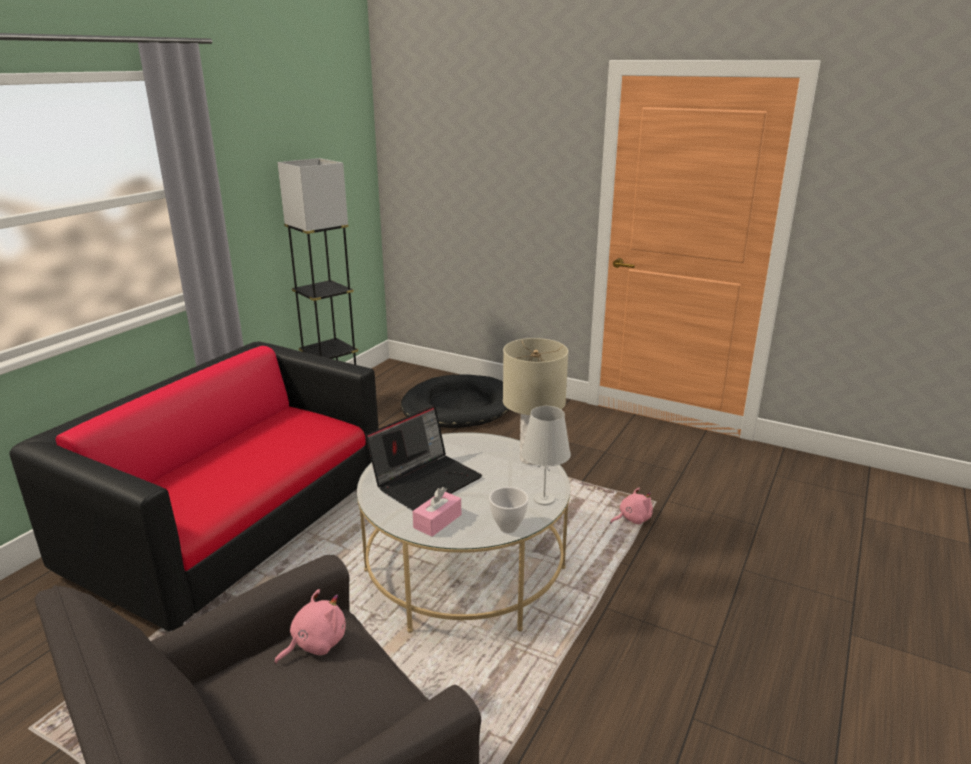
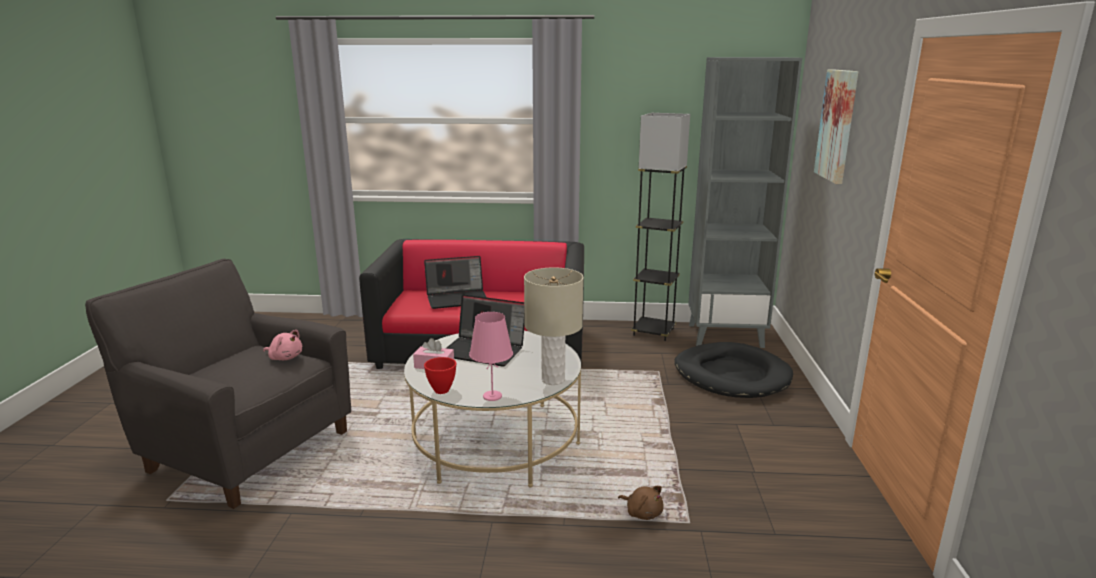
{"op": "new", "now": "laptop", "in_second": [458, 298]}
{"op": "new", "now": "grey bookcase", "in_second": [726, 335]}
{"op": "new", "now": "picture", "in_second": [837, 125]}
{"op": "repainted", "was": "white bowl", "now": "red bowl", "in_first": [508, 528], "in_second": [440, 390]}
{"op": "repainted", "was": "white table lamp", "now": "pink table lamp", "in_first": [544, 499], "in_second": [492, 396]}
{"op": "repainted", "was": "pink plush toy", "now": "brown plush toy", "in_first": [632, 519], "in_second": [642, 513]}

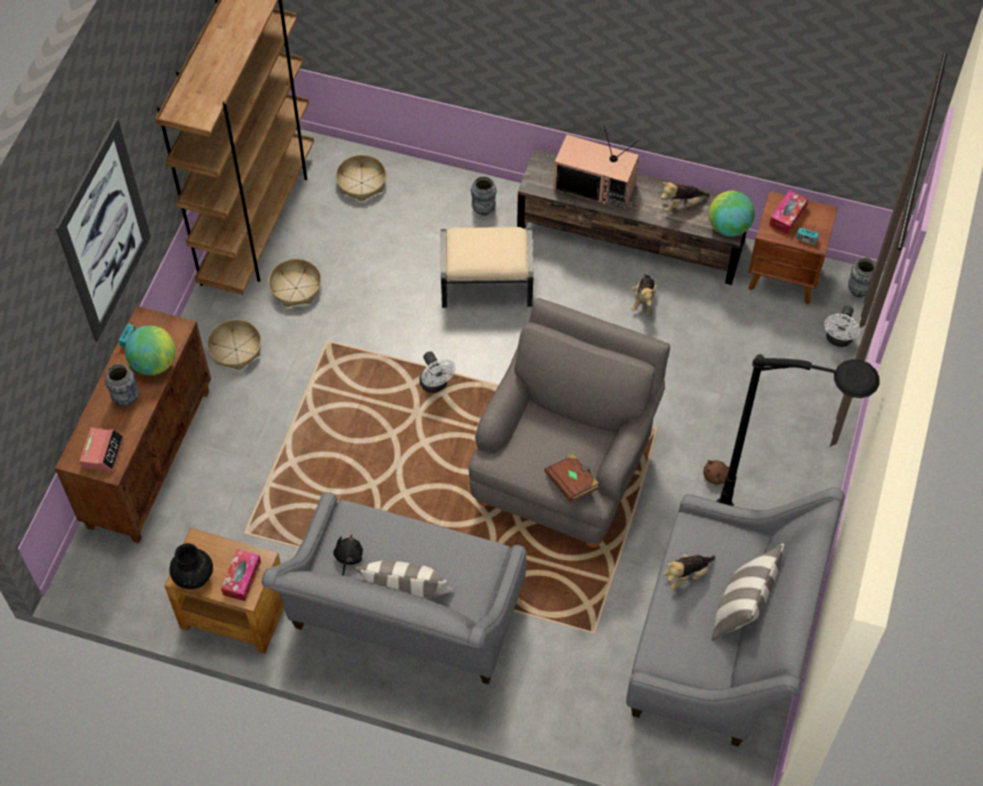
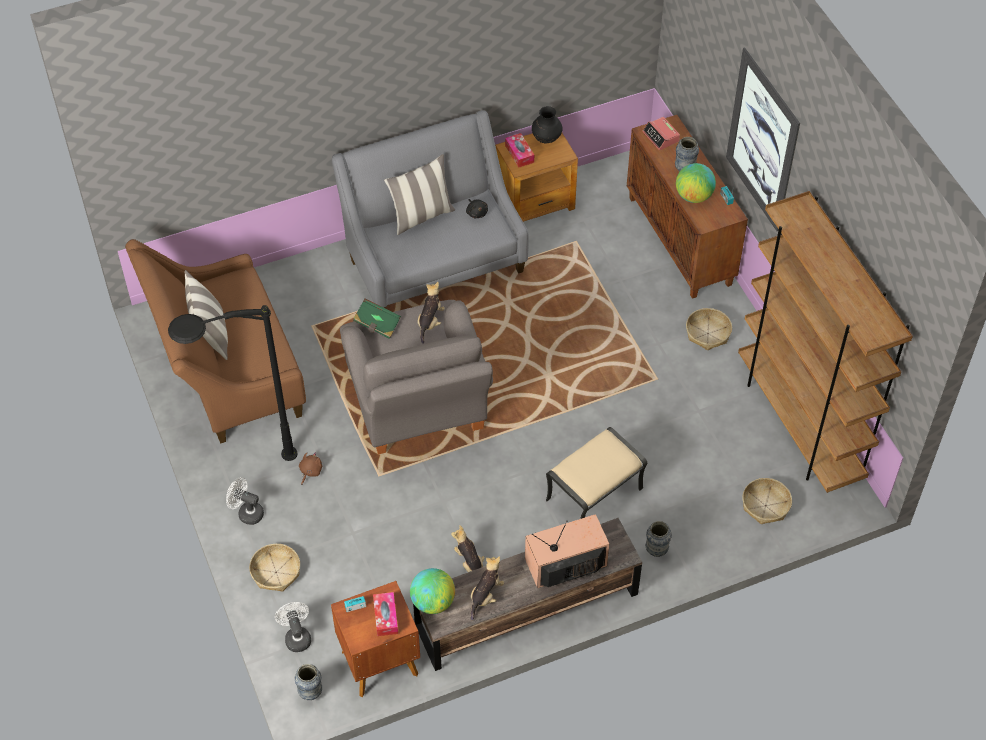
{"op": "shifted", "was": "basket", "in_first": [296, 288], "in_second": [276, 572]}
{"op": "shifted", "was": "white fan", "in_first": [435, 385], "in_second": [247, 513]}
{"op": "shifted", "was": "plush toy", "in_first": [687, 575], "in_second": [430, 322]}
{"op": "repainted", "was": "brown book", "now": "green book", "in_first": [572, 483], "in_second": [377, 324]}
{"op": "repainted", "was": "grey sofa", "now": "brown sofa", "in_first": [722, 642], "in_second": [226, 372]}

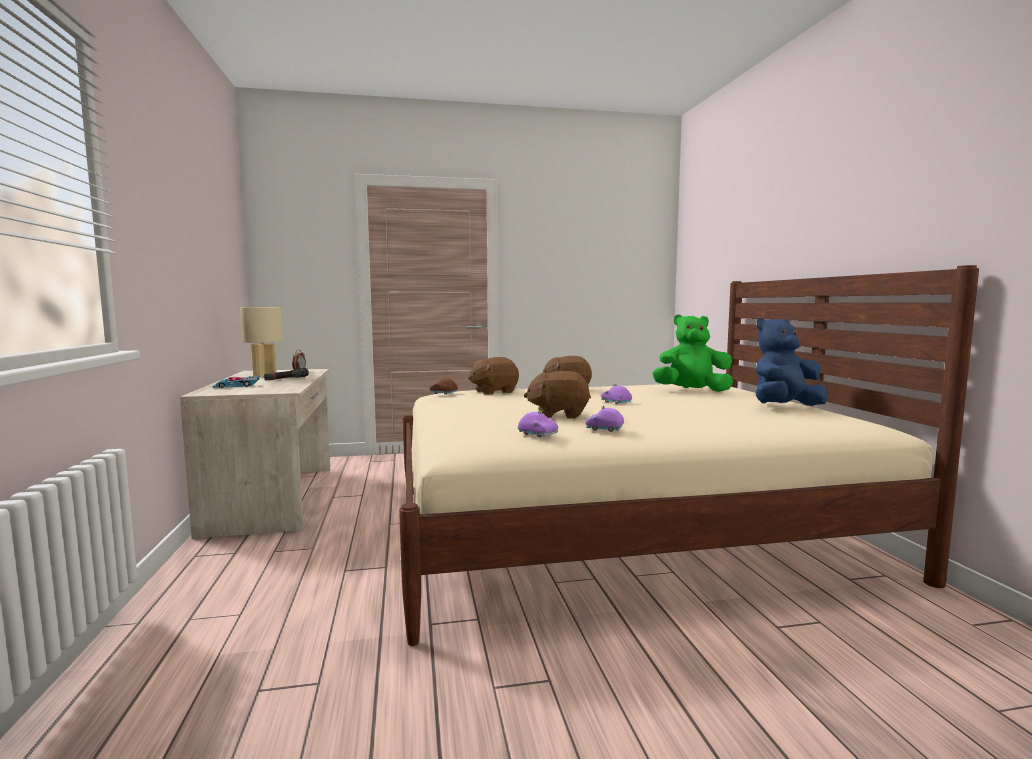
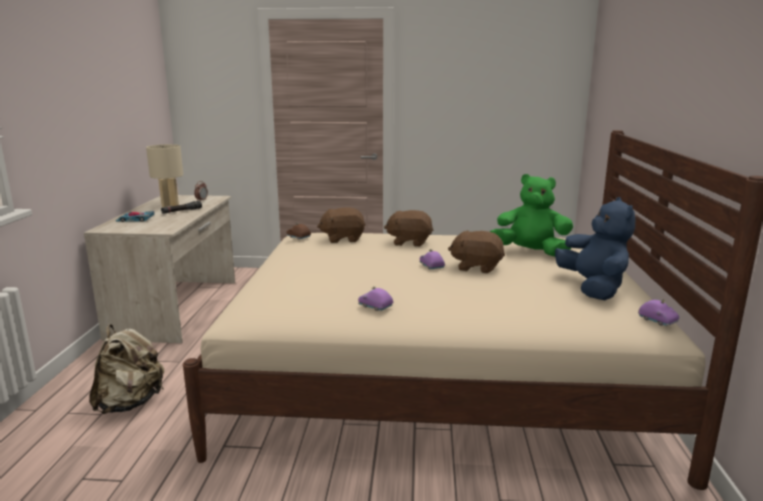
{"op": "new", "now": "beige backpack", "in_second": [130, 403]}
{"op": "shifted", "was": "purple toy car", "in_first": [538, 434], "in_second": [657, 320]}
{"op": "shifted", "was": "brown plush toy", "in_first": [558, 415], "in_second": [476, 267]}
{"op": "rotated", "was": "blue plush toy", "in_first": [784, 407], "in_second": [593, 288], "clockwise": 90}

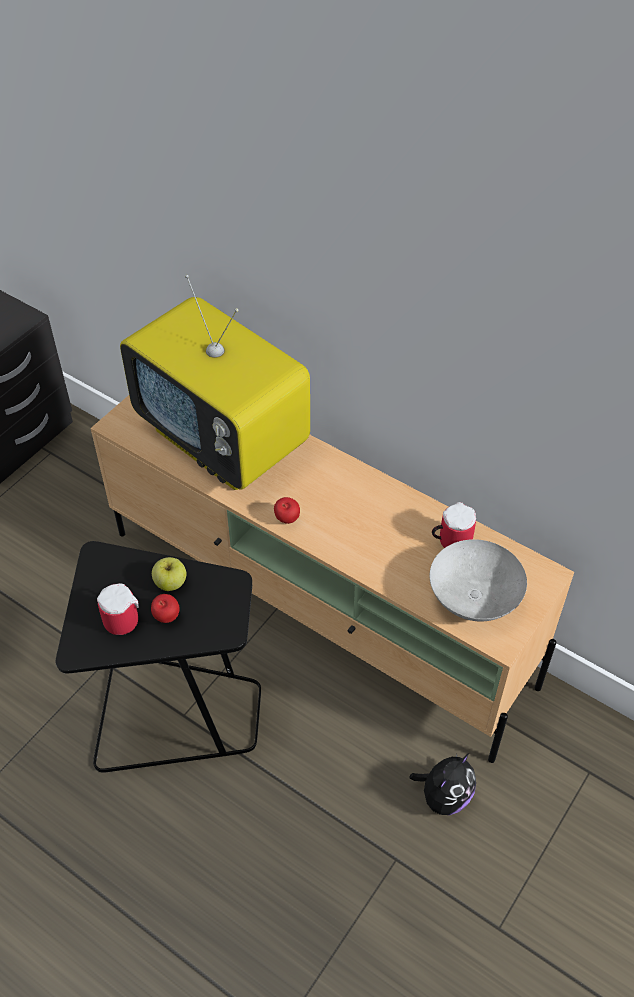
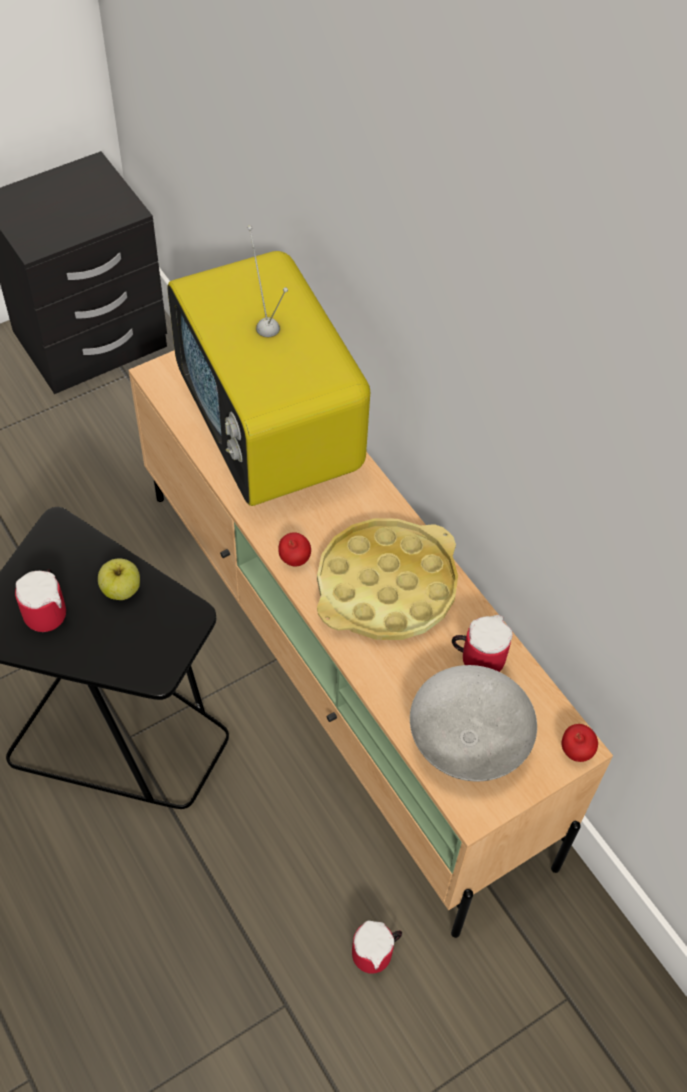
{"op": "new", "now": "yellow tray", "in_second": [386, 586]}
{"op": "shifted", "was": "apple", "in_first": [166, 617], "in_second": [575, 752]}
{"op": "swapped", "was": "plush toy", "now": "mug", "in_first": [444, 796], "in_second": [377, 953]}

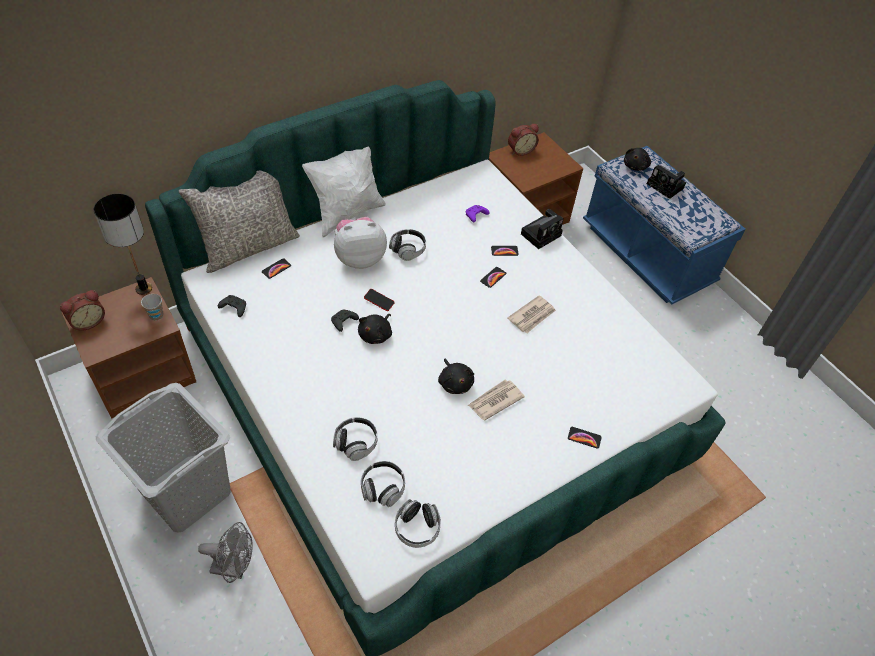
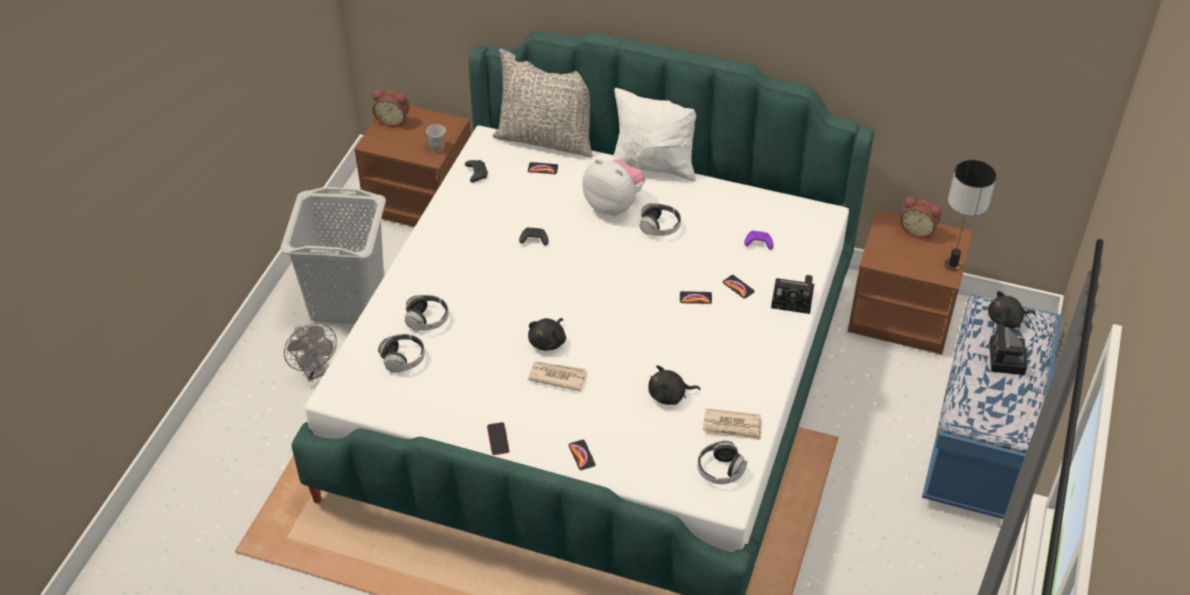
{"op": "shifted", "was": "table lamp", "in_first": [143, 289], "in_second": [952, 265]}
{"op": "shifted", "was": "black plush toy", "in_first": [376, 334], "in_second": [669, 395]}
{"op": "shifted", "was": "phone", "in_first": [379, 301], "in_second": [498, 440]}
{"op": "shifted", "was": "headphones", "in_first": [417, 528], "in_second": [720, 470]}
{"op": "shifted", "was": "newspaper", "in_first": [532, 316], "in_second": [732, 427]}

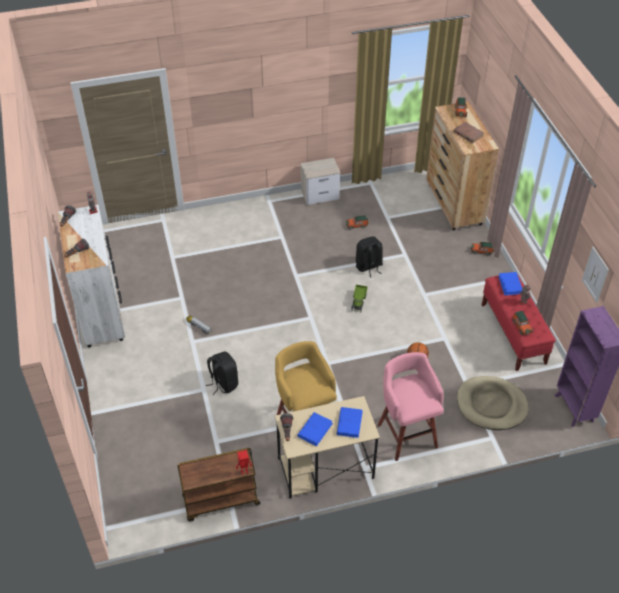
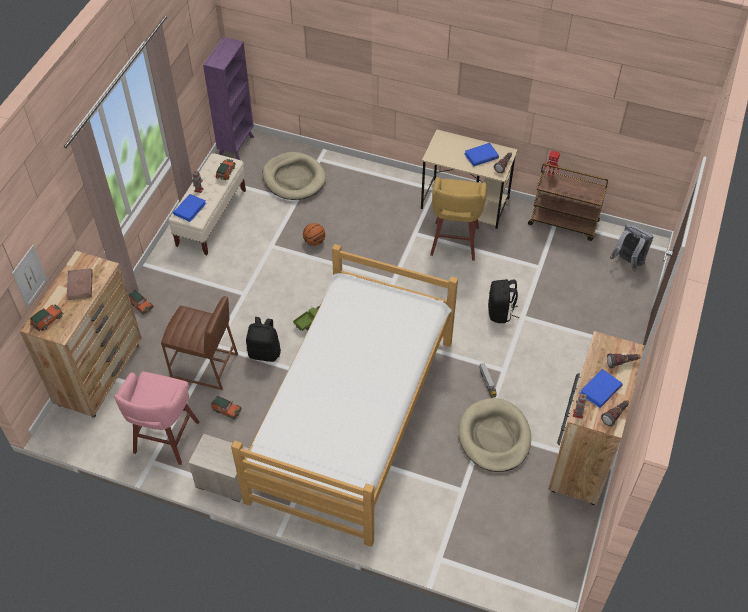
{"op": "new", "now": "brown stool", "in_second": [204, 366]}
{"op": "new", "now": "bed", "in_second": [352, 418]}
{"op": "new", "now": "beige dog bed", "in_second": [494, 437]}
{"op": "new", "now": "grey backpack", "in_second": [628, 262]}
{"op": "shifted", "was": "blue book", "in_first": [349, 423], "in_second": [600, 390]}
{"op": "shifted", "was": "pink stool", "in_first": [406, 434], "in_second": [165, 439]}
{"op": "shifted", "was": "picture", "in_first": [595, 274], "in_second": [29, 276]}
{"op": "repainted", "was": "white dresser", "now": "brown dresser", "in_first": [101, 314], "in_second": [582, 457]}
{"op": "repainted", "was": "red bench", "now": "beige bench", "in_first": [513, 334], "in_second": [211, 218]}

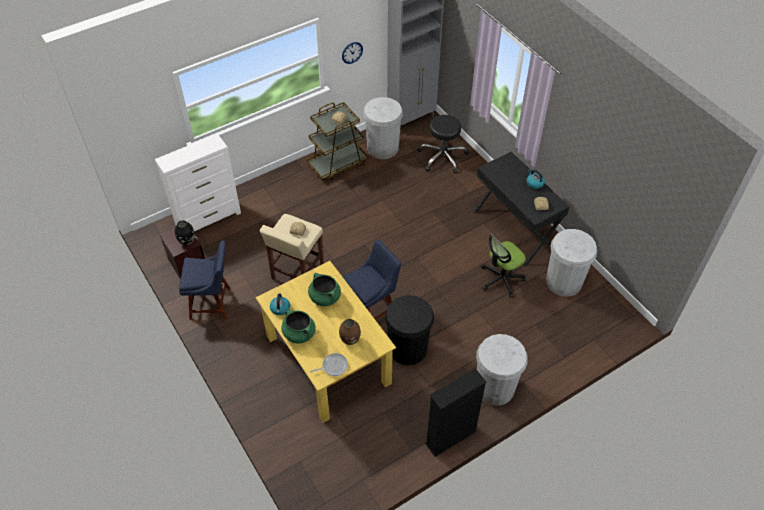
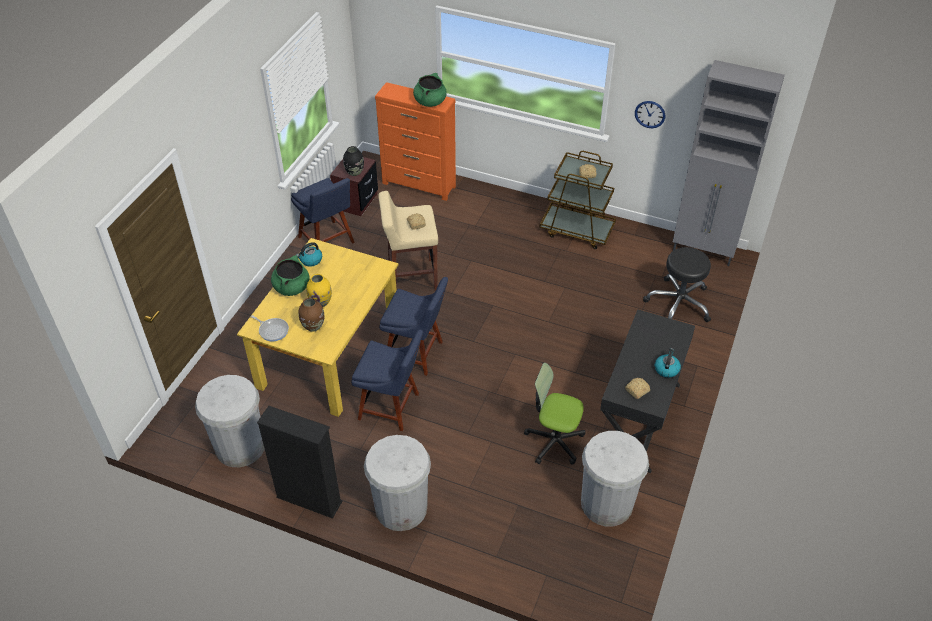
{"op": "new", "now": "yellow vase", "in_second": [321, 302]}
{"op": "shifted", "was": "green cooking pot", "in_first": [324, 297], "in_second": [430, 102]}
{"op": "shifted", "was": "white trash can", "in_first": [382, 148], "in_second": [240, 446]}
{"op": "swapped", "was": "black trash can", "now": "blue chair", "in_first": [408, 348], "in_second": [392, 407]}
{"op": "repainted", "was": "white dresser", "now": "orange dresser", "in_first": [209, 219], "in_second": [419, 185]}

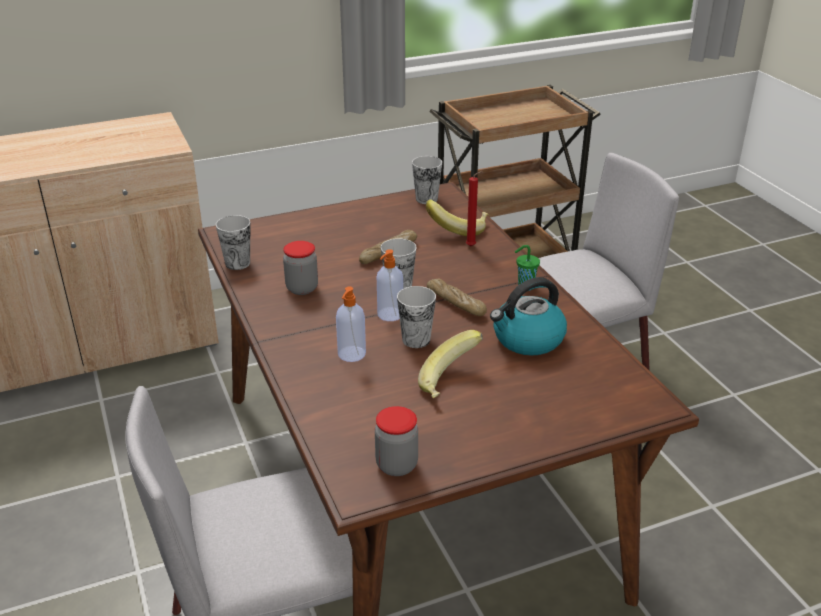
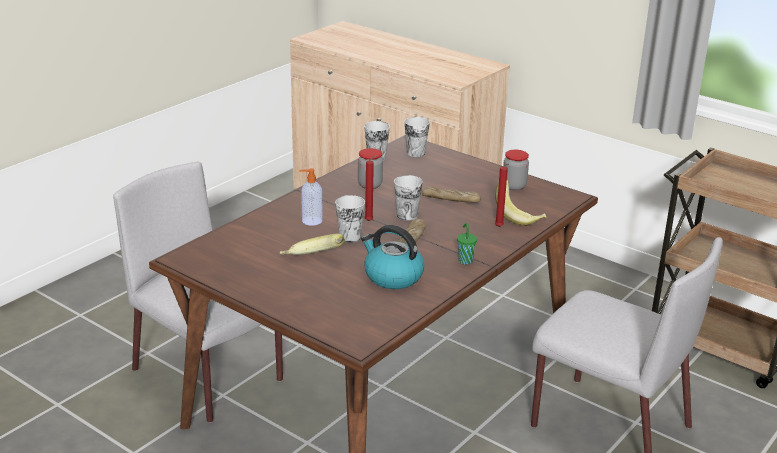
{"op": "shifted", "was": "jar", "in_first": [396, 465], "in_second": [514, 186]}
{"op": "shifted", "was": "cup", "in_first": [426, 199], "in_second": [415, 153]}
{"op": "swapped", "was": "soap dispenser", "now": "red candle", "in_first": [389, 315], "in_second": [370, 221]}

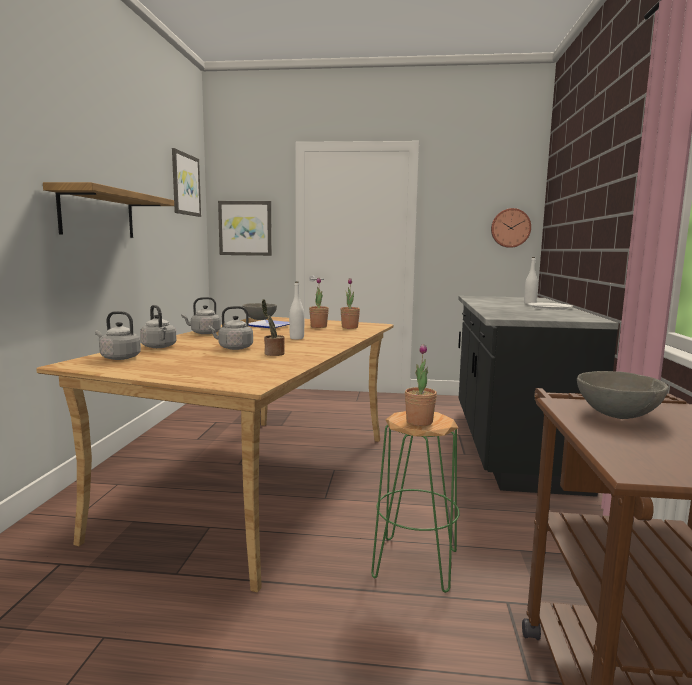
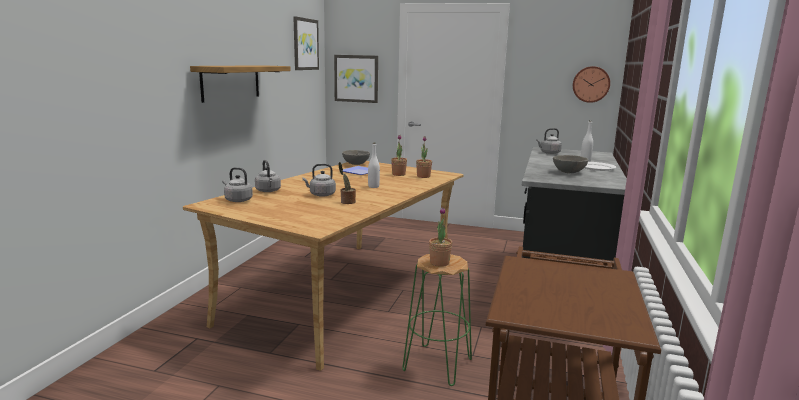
{"op": "shifted", "was": "grey kettle", "in_first": [204, 333], "in_second": [549, 153]}
{"op": "shifted", "was": "grey bowl", "in_first": [618, 415], "in_second": [569, 172]}

